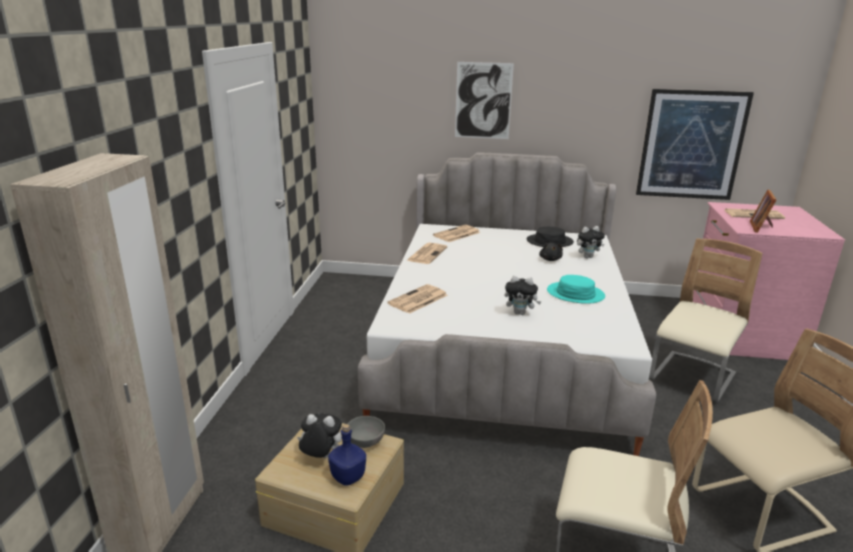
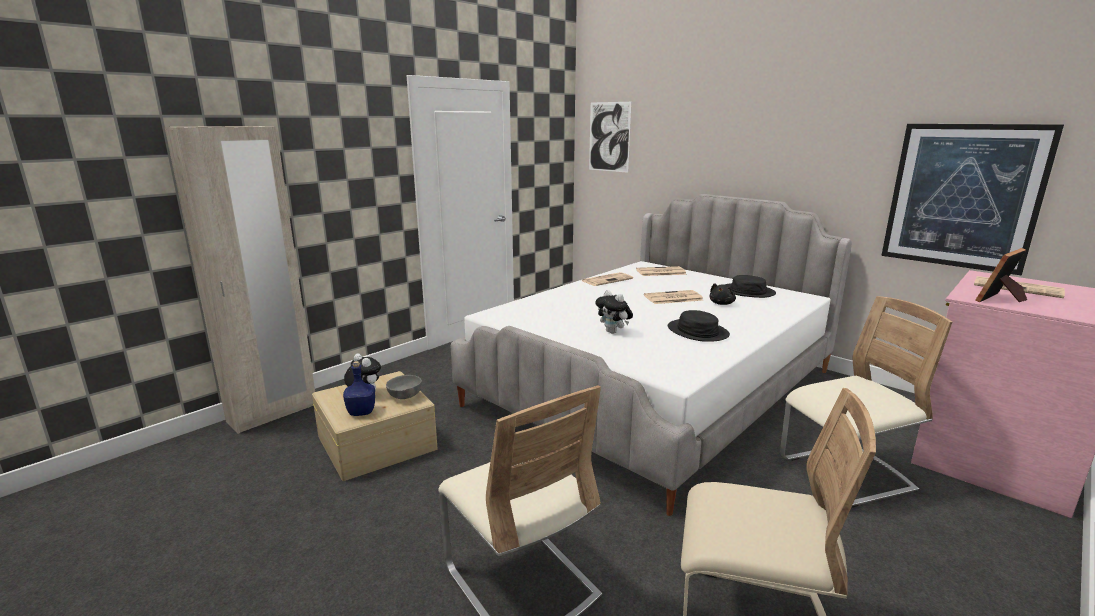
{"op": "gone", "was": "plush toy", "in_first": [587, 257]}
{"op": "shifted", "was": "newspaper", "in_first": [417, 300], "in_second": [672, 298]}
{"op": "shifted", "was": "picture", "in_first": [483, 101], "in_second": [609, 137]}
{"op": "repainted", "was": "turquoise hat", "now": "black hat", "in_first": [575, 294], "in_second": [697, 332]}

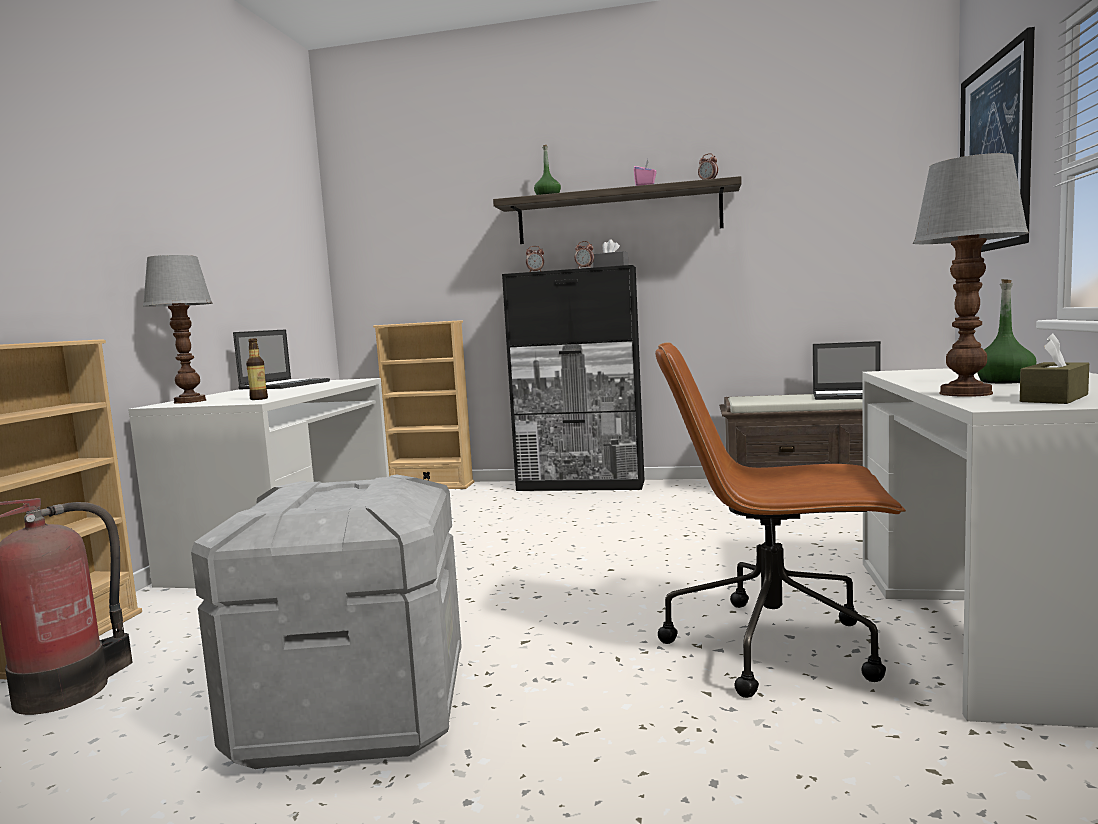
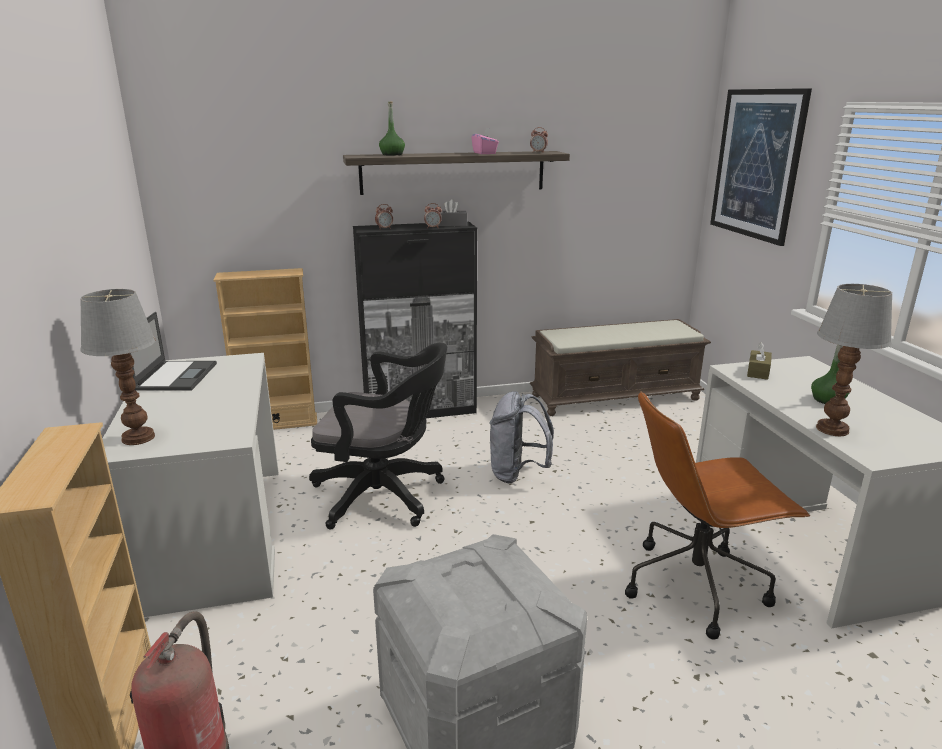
{"op": "gone", "was": "bottle", "in_first": [259, 399]}
{"op": "gone", "was": "laptop", "in_first": [849, 395]}
{"op": "new", "now": "black office chair", "in_second": [385, 496]}
{"op": "new", "now": "grey backpack", "in_second": [517, 474]}
{"op": "shifted", "was": "brown tissue box", "in_first": [1054, 398], "in_second": [758, 371]}

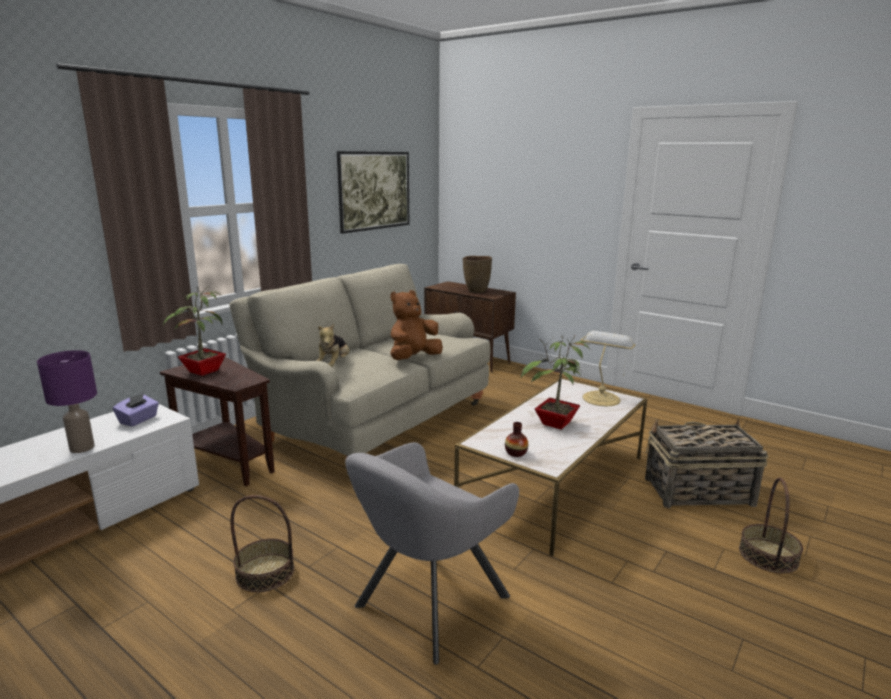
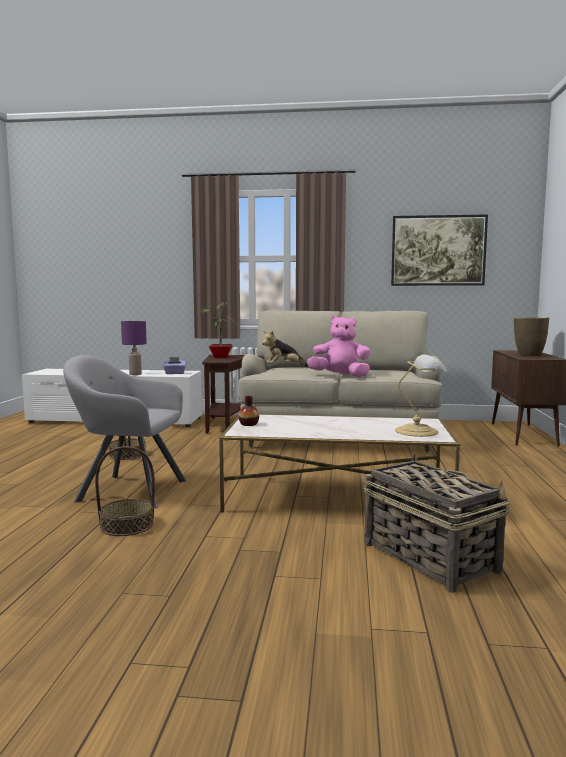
{"op": "gone", "was": "potted plant", "in_first": [555, 424]}
{"op": "shifted", "was": "basket", "in_first": [768, 555], "in_second": [127, 525]}
{"op": "repainted", "was": "brown plush toy", "now": "pink plush toy", "in_first": [413, 358], "in_second": [340, 376]}

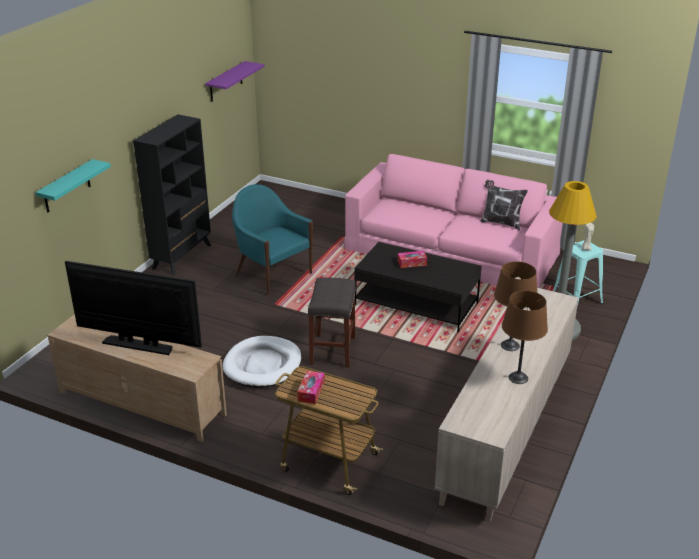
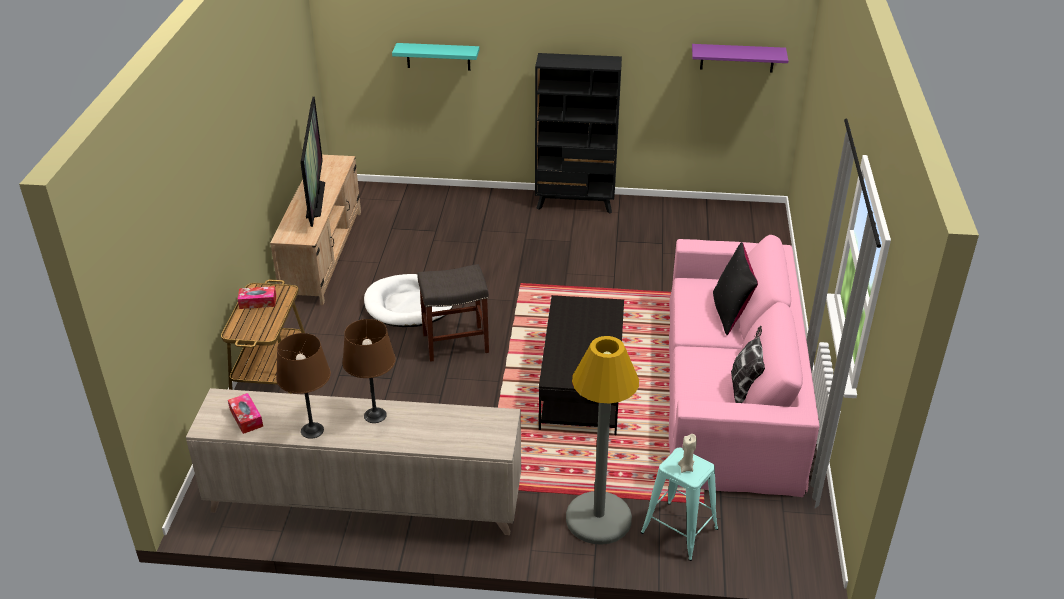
{"op": "gone", "was": "turquoise armchair", "in_first": [272, 274]}
{"op": "new", "now": "black pillow", "in_second": [730, 313]}
{"op": "shifted", "was": "tissue box", "in_first": [412, 263], "in_second": [246, 418]}

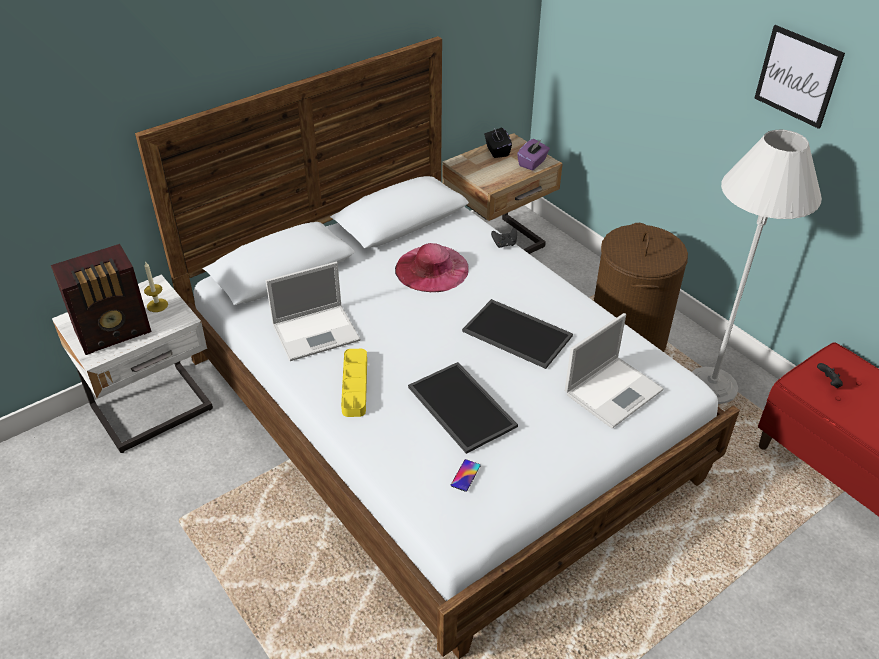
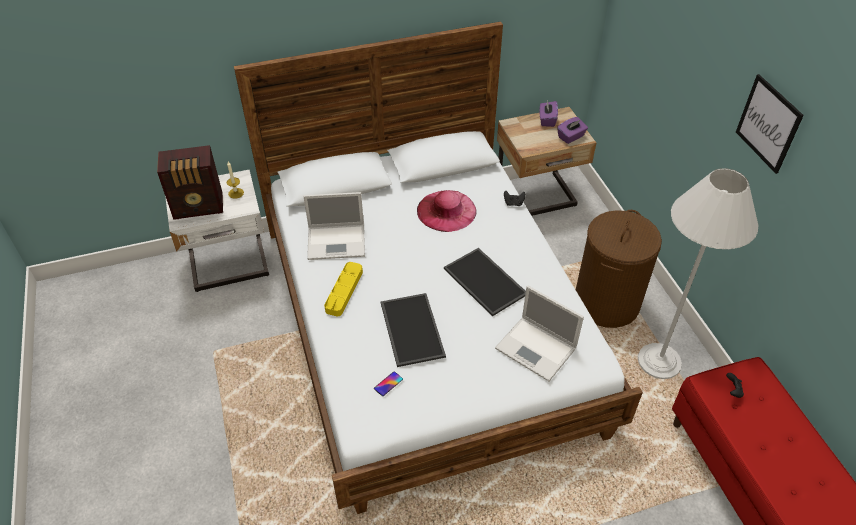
{"op": "repainted", "was": "black tissue box", "now": "purple tissue box", "in_first": [497, 151], "in_second": [547, 120]}
{"op": "rotated", "was": "laptop", "in_first": [614, 391], "in_second": [537, 349], "clockwise": 60}

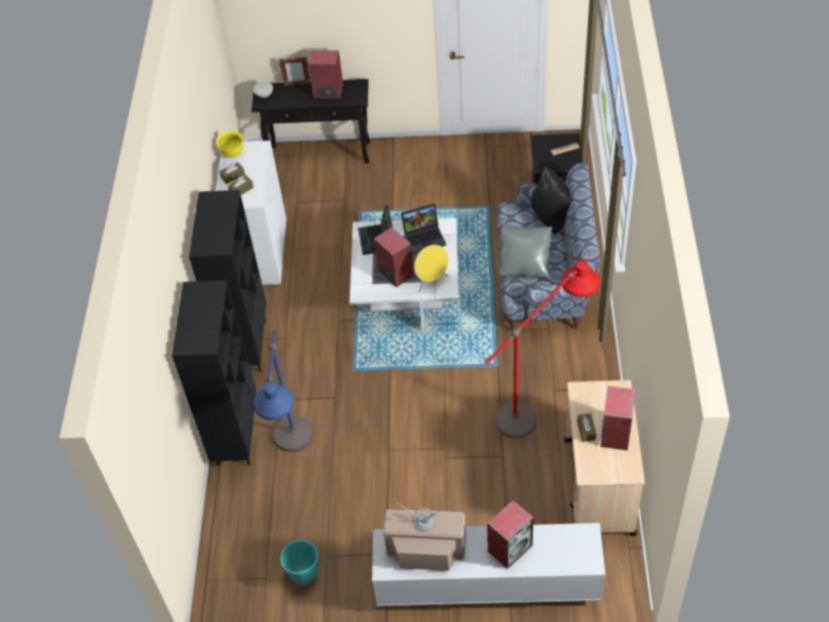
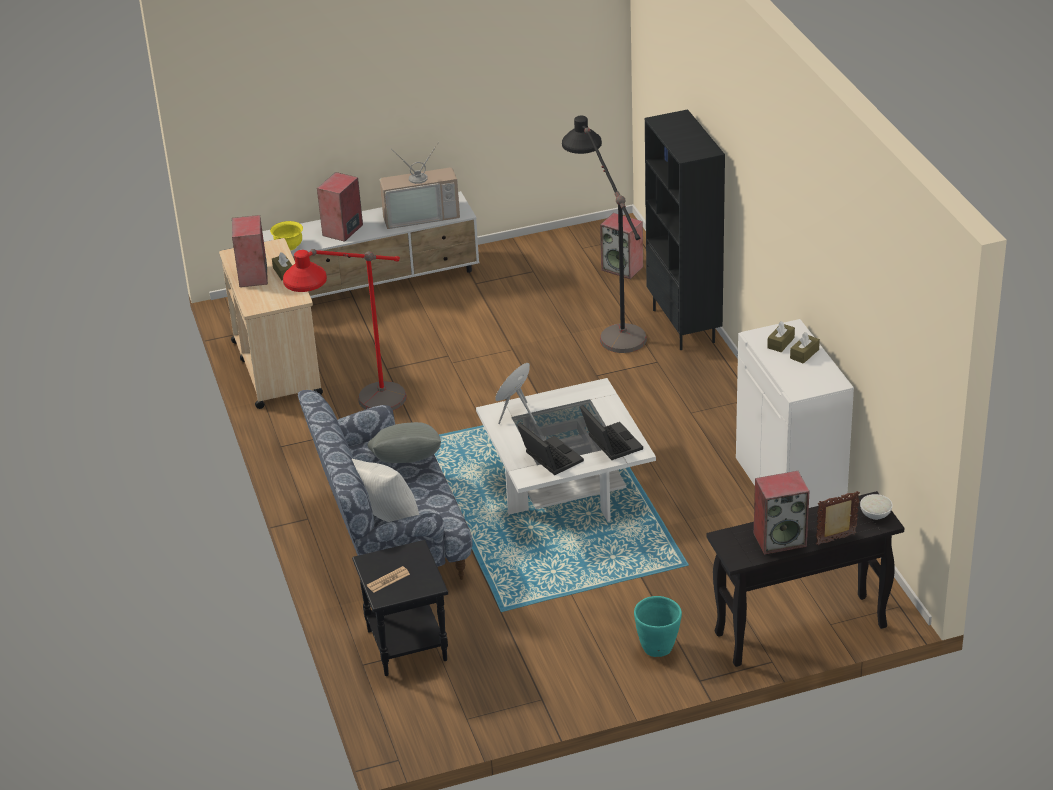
{"op": "gone", "was": "black bookcase", "in_first": [247, 345]}
{"op": "shifted", "was": "yellow bowl", "in_first": [232, 153], "in_second": [289, 246]}
{"op": "shifted", "was": "turquoise planter", "in_first": [304, 575], "in_second": [658, 648]}
{"op": "shifted", "was": "speaker", "in_first": [395, 273], "in_second": [623, 268]}
{"op": "repainted", "was": "blue floor lamp", "now": "black floor lamp", "in_first": [295, 459], "in_second": [608, 323]}
{"op": "repainted", "was": "black pillow", "now": "white pillow", "in_first": [552, 219], "in_second": [385, 521]}
{"op": "rotated", "was": "laptop", "in_first": [425, 237], "in_second": [549, 458], "clockwise": 90}

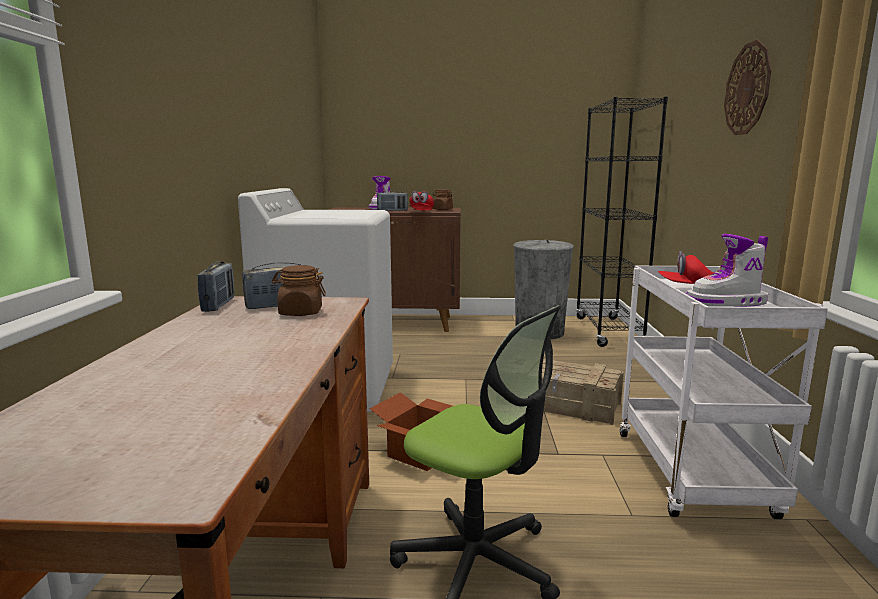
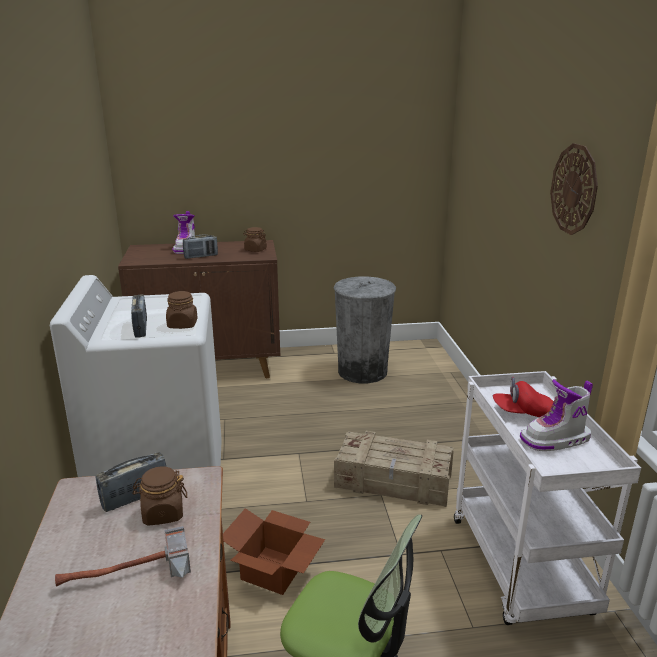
{"op": "gone", "was": "red cap", "in_first": [421, 211]}
{"op": "gone", "was": "black bookcase", "in_first": [608, 332]}
{"op": "new", "now": "hammer", "in_second": [125, 579]}
{"op": "new", "now": "brown jar", "in_second": [182, 325]}
{"op": "shifted", "was": "radio", "in_first": [218, 305], "in_second": [141, 329]}

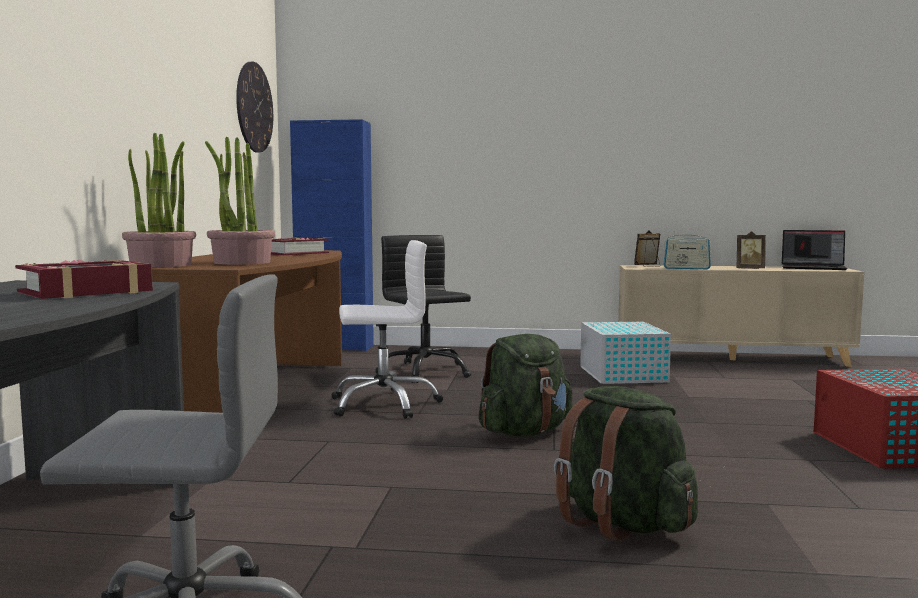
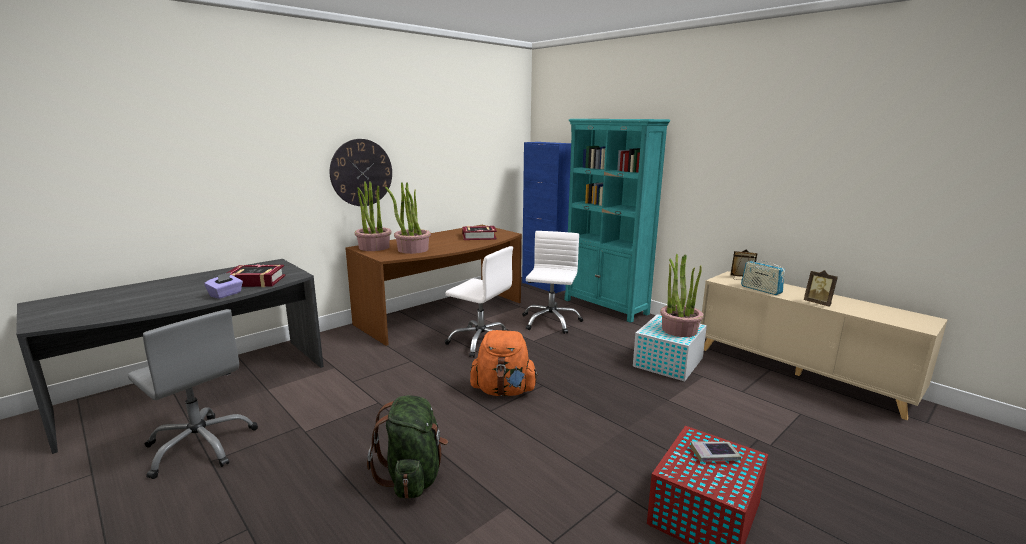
{"op": "gone", "was": "laptop", "in_first": [814, 268]}
{"op": "new", "now": "purple tissue box", "in_second": [226, 294]}
{"op": "new", "now": "turquoise bookcase", "in_second": [606, 307]}
{"op": "new", "now": "potted plant", "in_second": [679, 330]}
{"op": "new", "now": "book", "in_second": [714, 455]}
{"op": "shifted", "was": "wall clock", "in_first": [254, 107], "in_second": [361, 172]}
{"op": "repainted", "was": "black office chair", "now": "white office chair", "in_first": [424, 372], "in_second": [550, 321]}
{"op": "repainted", "was": "green backpack", "now": "orange backpack", "in_first": [525, 432], "in_second": [503, 391]}

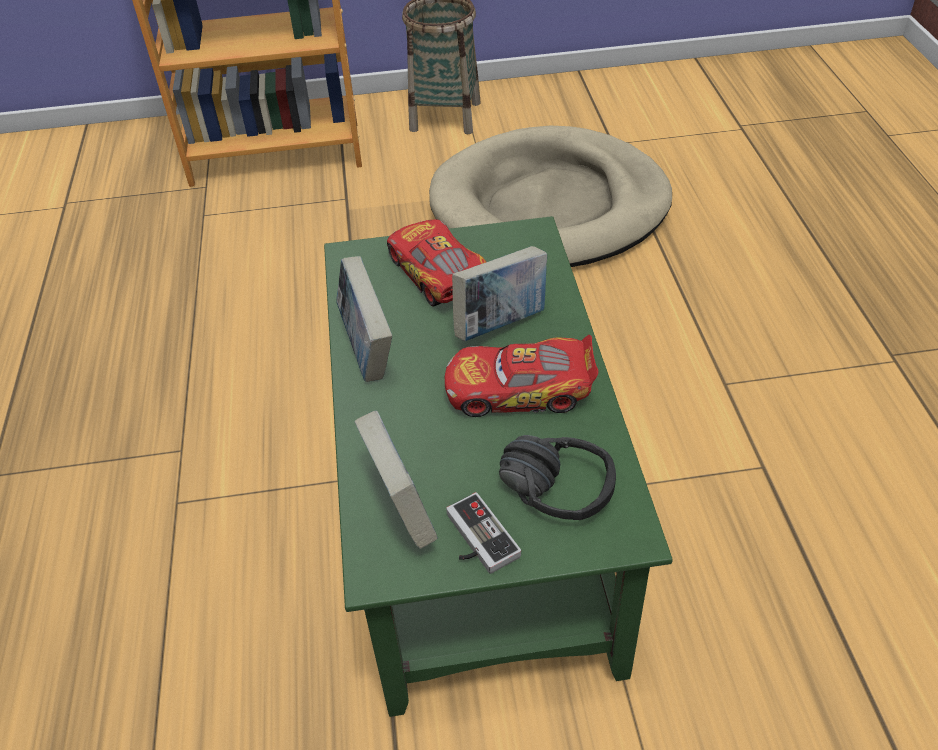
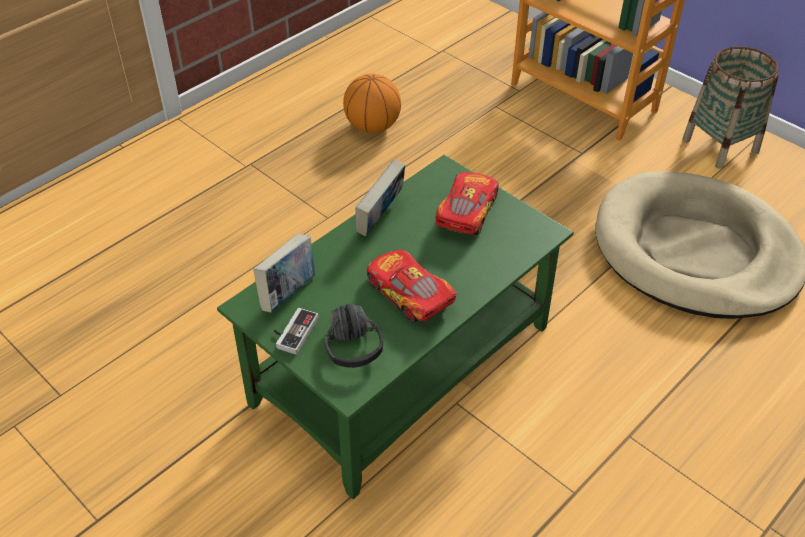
{"op": "gone", "was": "book", "in_first": [501, 324]}
{"op": "new", "now": "basketball", "in_second": [372, 127]}

